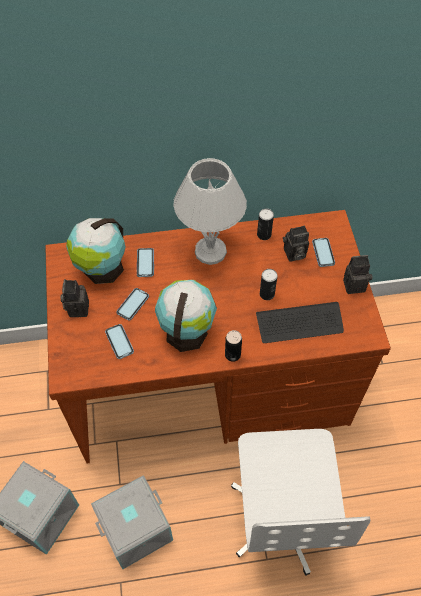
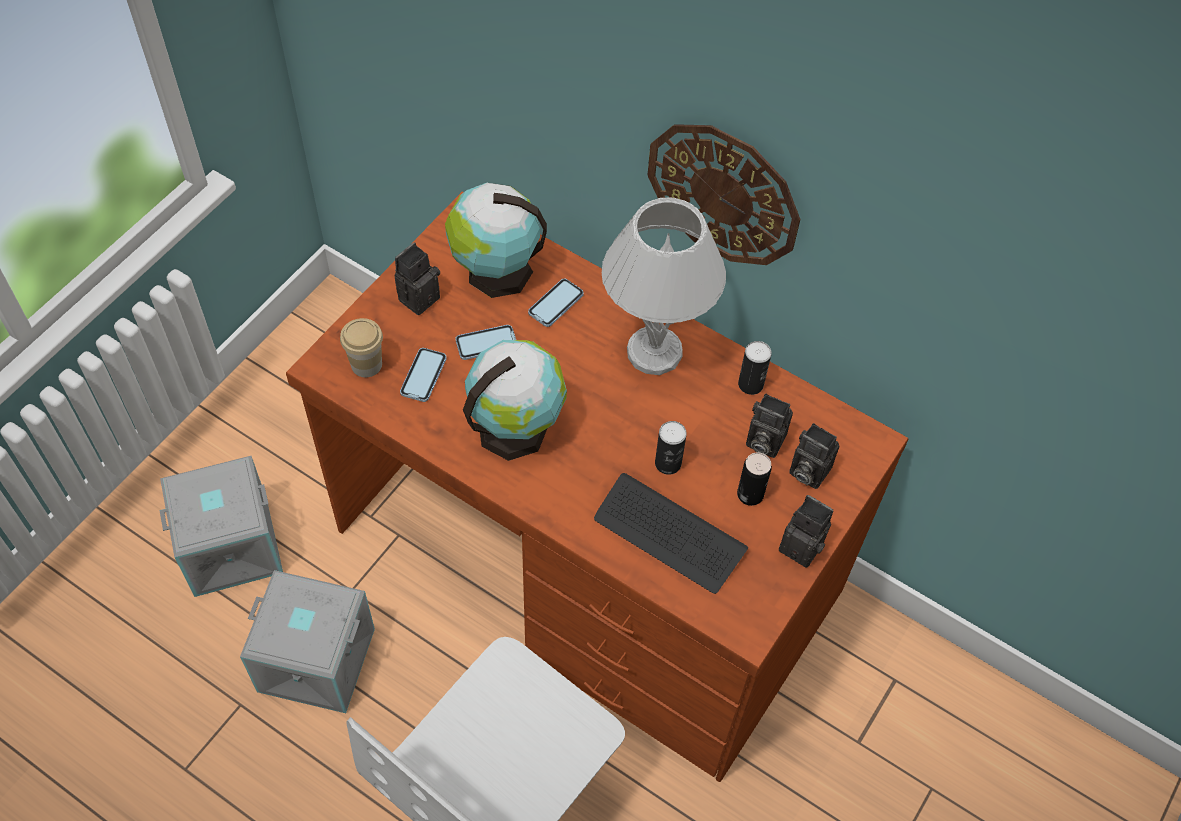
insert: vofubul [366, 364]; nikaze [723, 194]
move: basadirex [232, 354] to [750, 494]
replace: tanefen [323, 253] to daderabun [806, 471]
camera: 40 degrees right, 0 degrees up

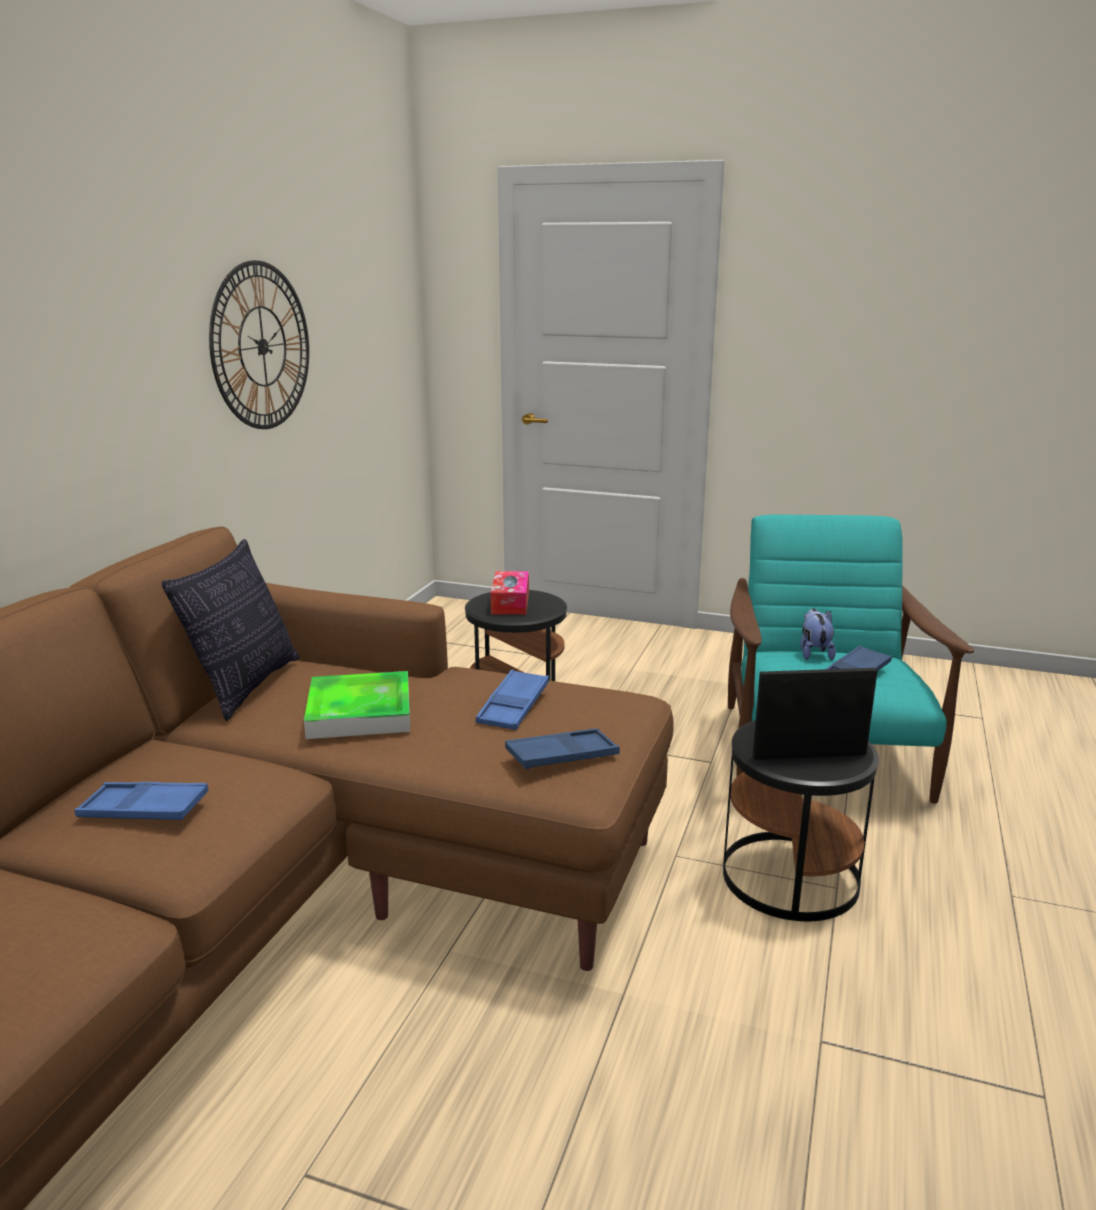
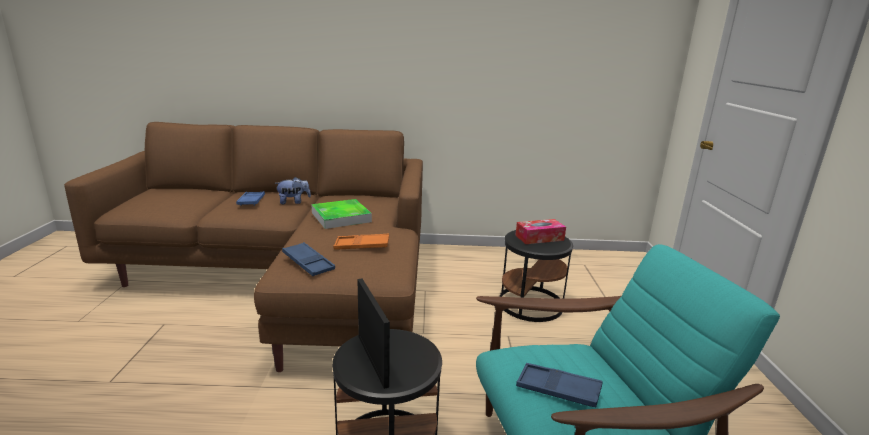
delete: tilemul [246, 686]; nikaze [262, 346]
move: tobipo [814, 653] to [293, 202]
recolor: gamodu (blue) [513, 706] to gamodu (orange) [362, 246]
camera: 70 degrees right, 0 degrees up

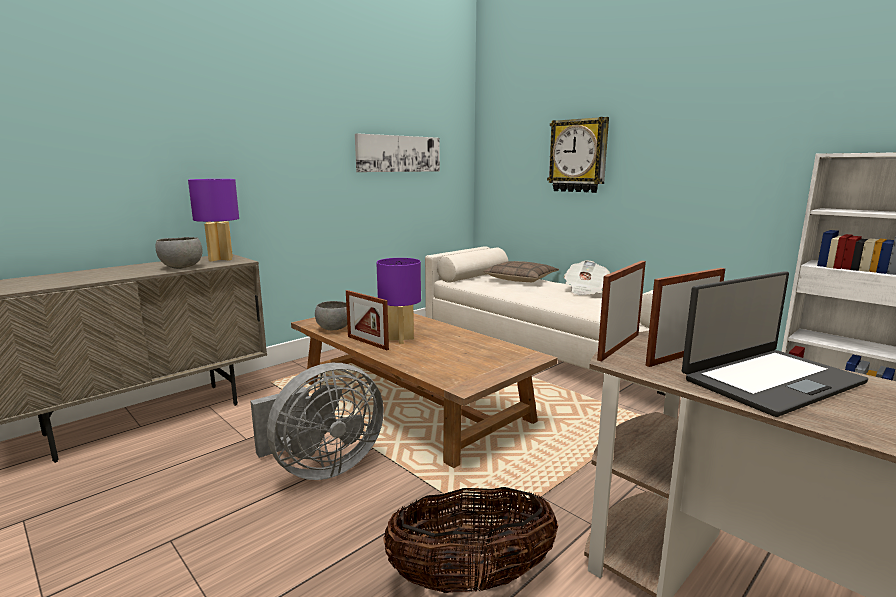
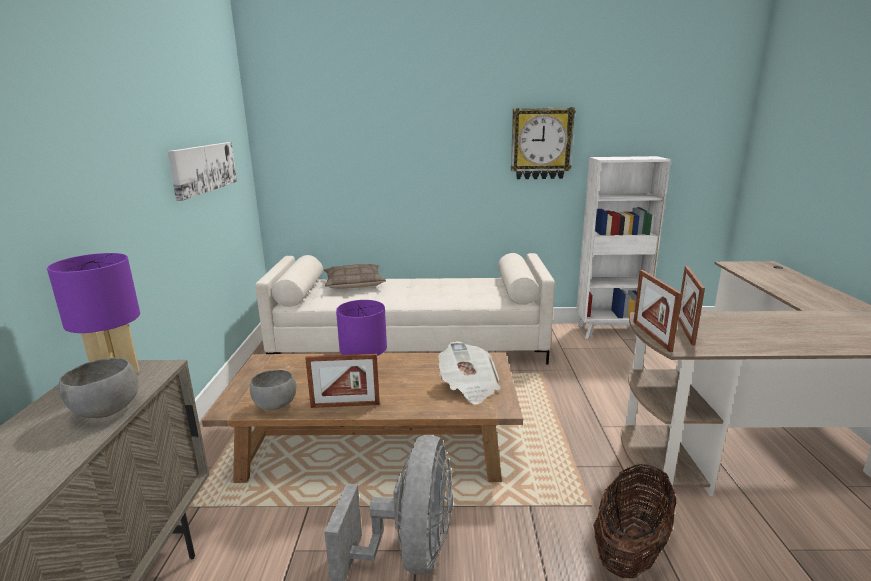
delete: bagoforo [770, 380]
move: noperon [585, 290] to [469, 387]; nikaze [578, 156] to [541, 144]
camera: 45 degrees left, 5 degrees up

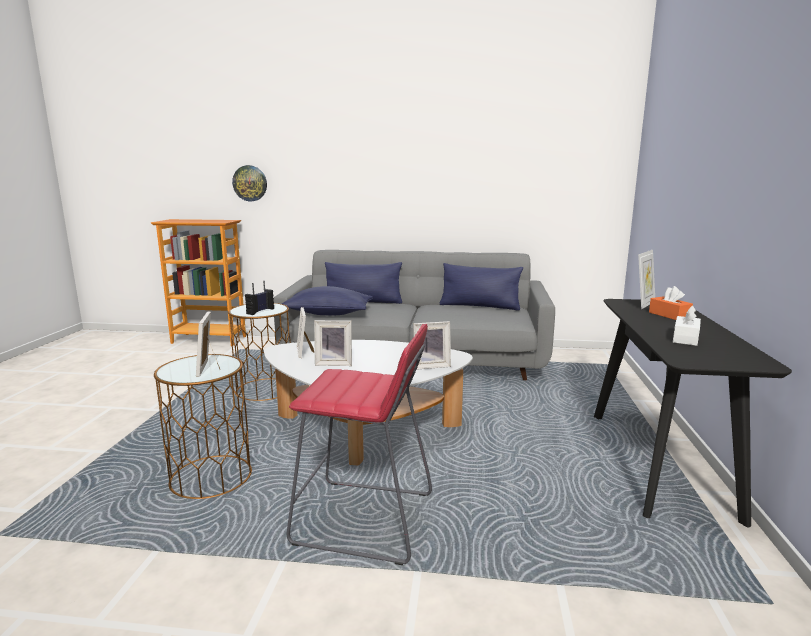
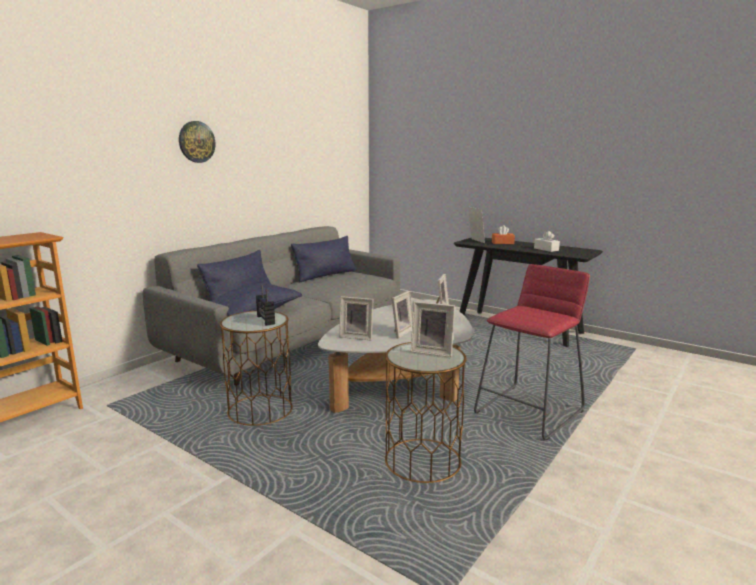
move: nikaze [250, 183] to [196, 142]
camera: 60 degrees left, 0 degrees up

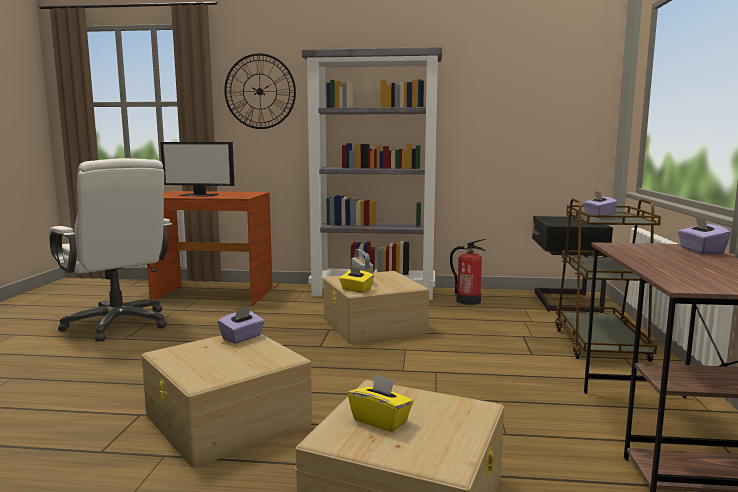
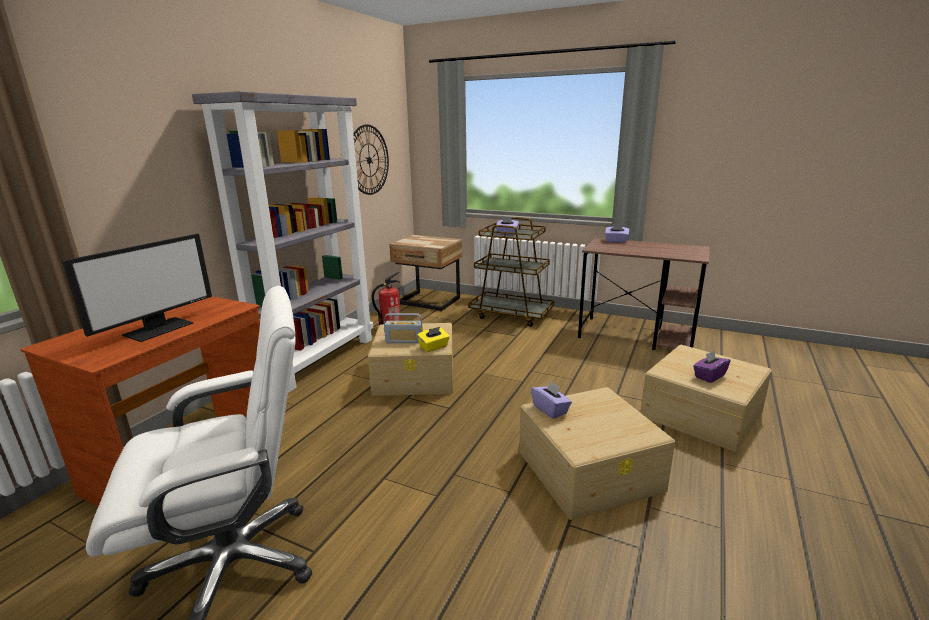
move: nikaze [260, 91] to [369, 160]
recolor: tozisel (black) [564, 303] to tozisel (beige) [428, 302]; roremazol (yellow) [380, 421] to roremazol (purple) [709, 376]
camera: 70 degrees left, 10 degrees up

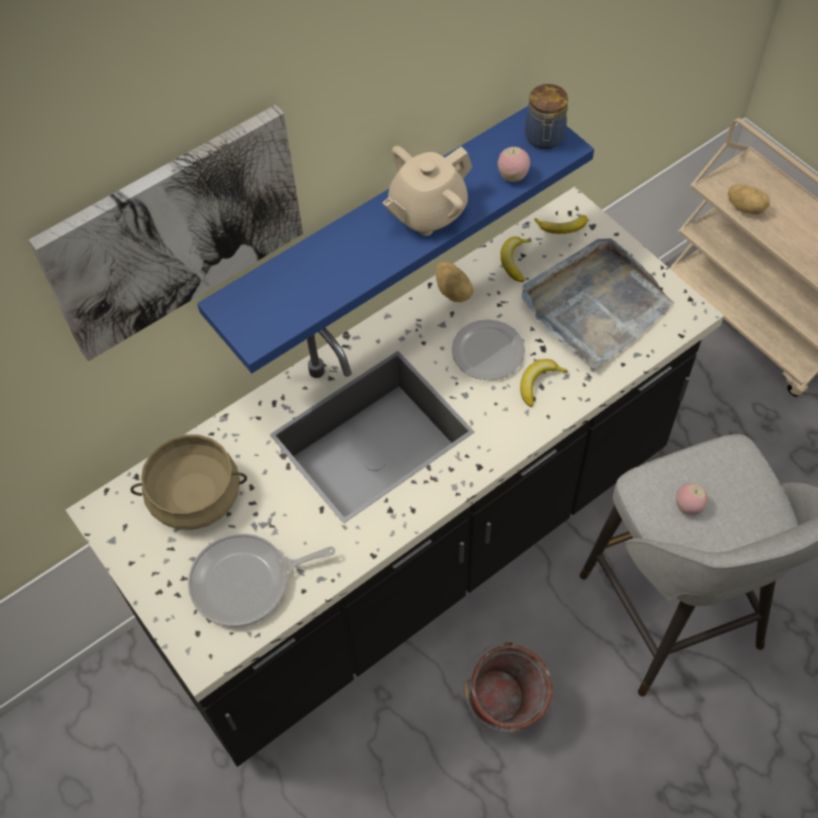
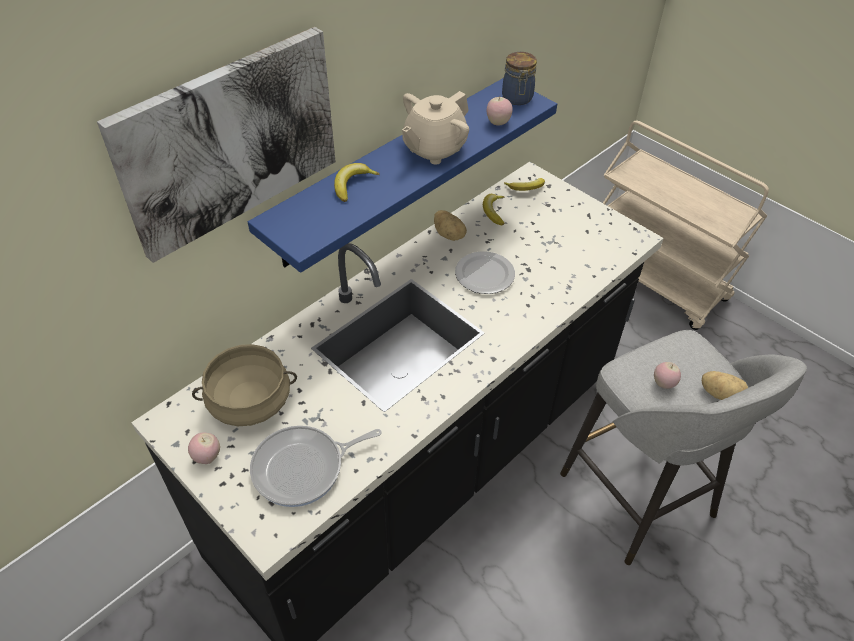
delete: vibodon [503, 711]; gamodu (grey) [595, 306]
insert: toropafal [207, 457]
move: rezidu [538, 383] to [352, 185]; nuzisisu [746, 207] to [720, 393]
camera: 10 degrees left, 10 degrees down

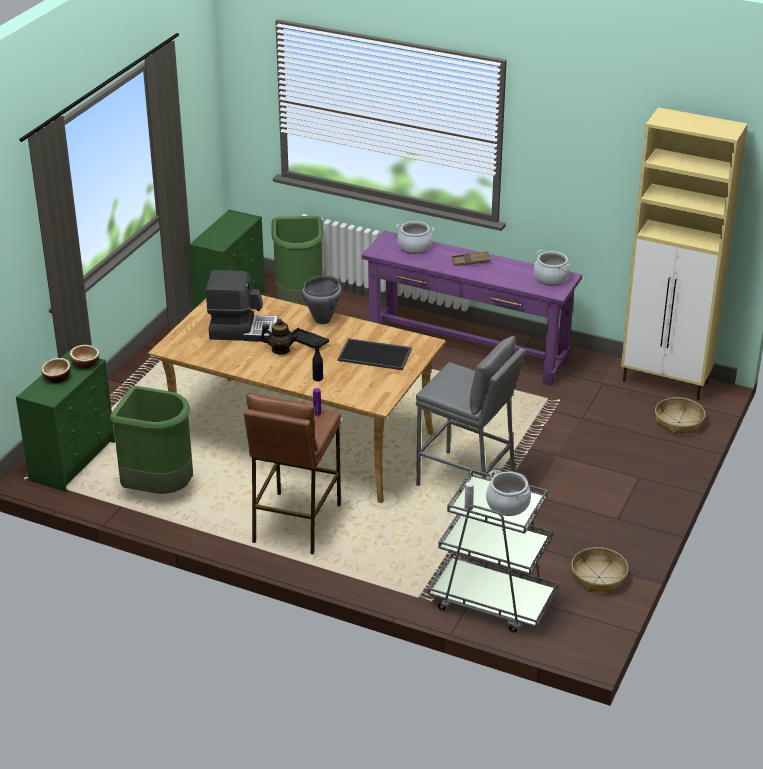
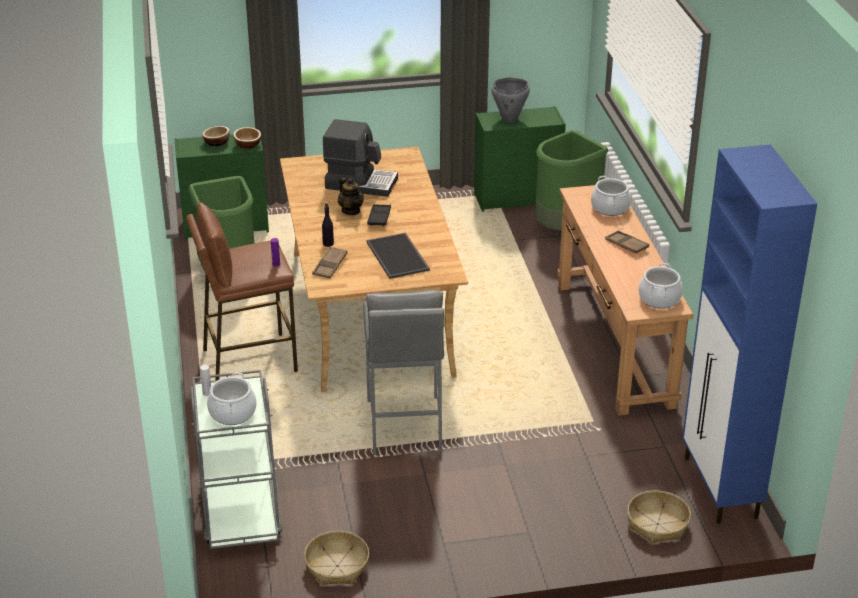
insert: gamodu (brown) [330, 265]
move: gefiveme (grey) [323, 320] to [510, 119]
recolor: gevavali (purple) [467, 350] to gevavali (brown) [614, 343]; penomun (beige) [666, 382] to penomun (blue) [720, 488]
rotate: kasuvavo [243, 330] = [361, 183] 45 degrees counterclockwise
camera: 55 degrees right, 0 degrees up

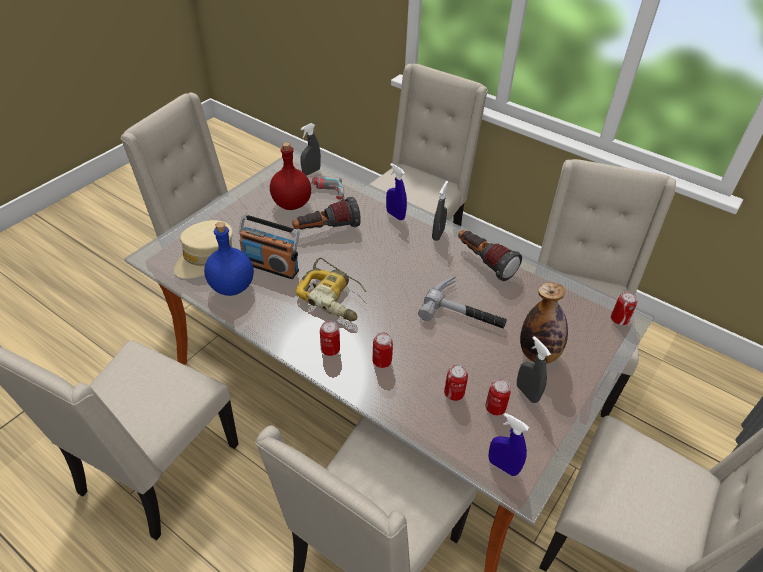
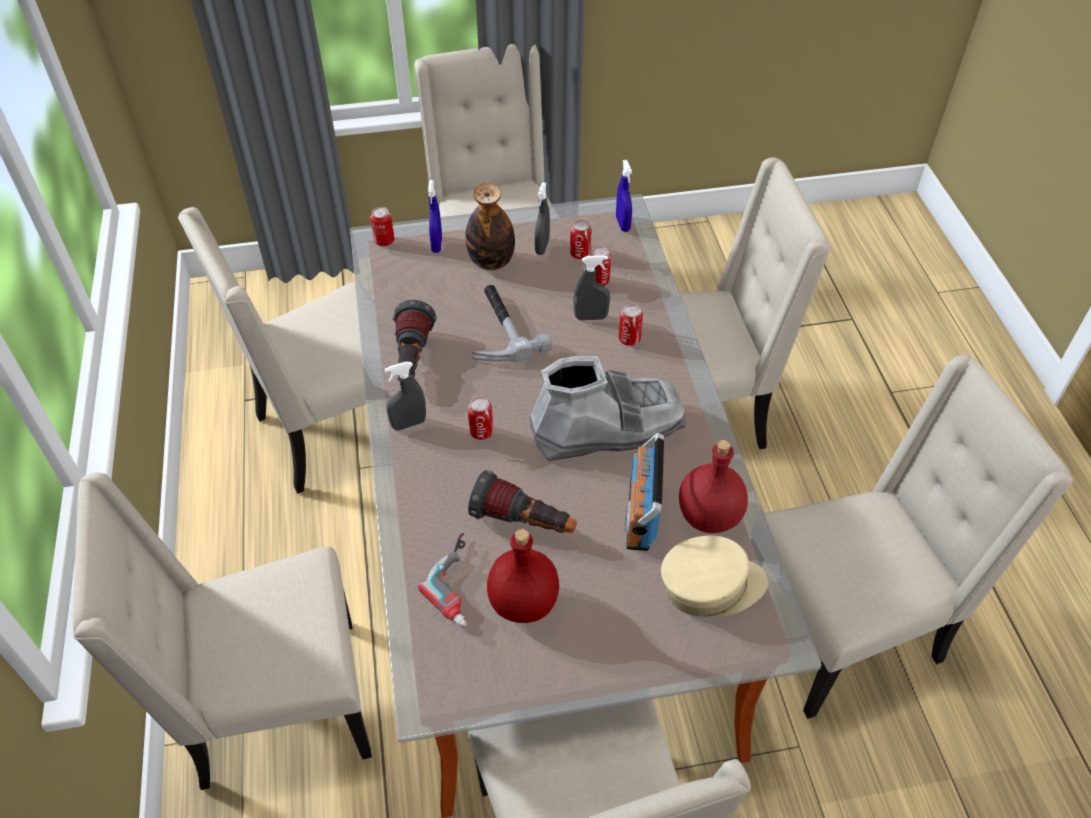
move: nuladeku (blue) [395, 215] to [437, 244]; basadirex [330, 349] to [481, 432]; nuladeku (grey) [311, 172] to [591, 317]
replace: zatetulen [334, 296] to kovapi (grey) [607, 428]
recolor: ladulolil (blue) [233, 286] to ladulolil (red) [707, 516]
rotate: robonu [271, 266] = [641, 514] 150 degrees counterclockwise
camera: 135 degrees left, 5 degrees up

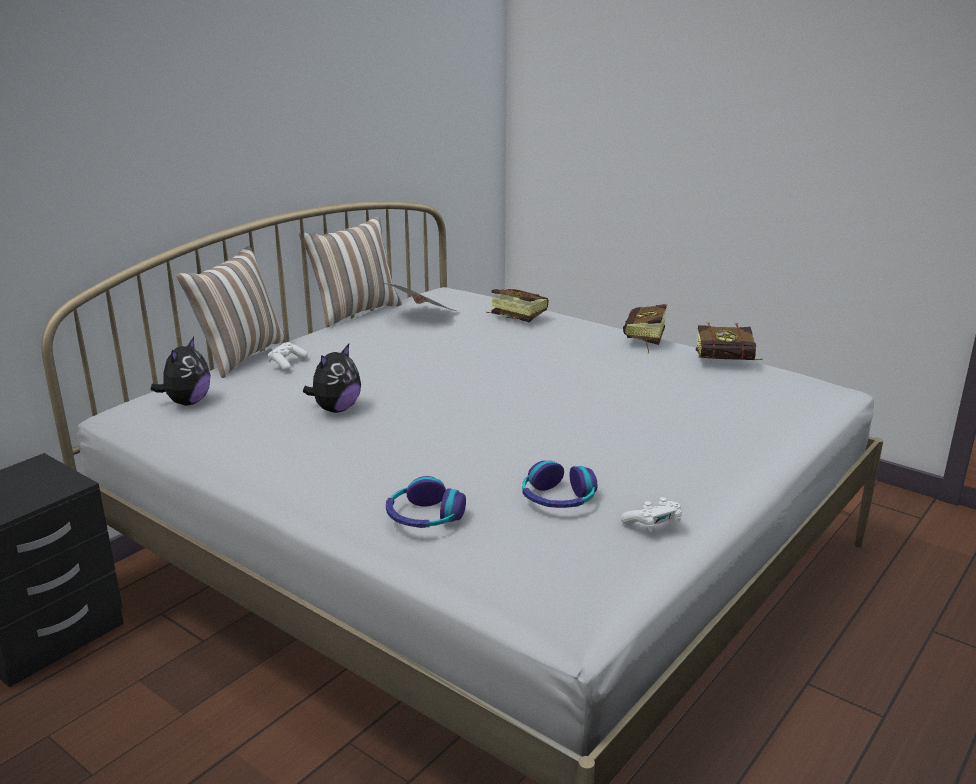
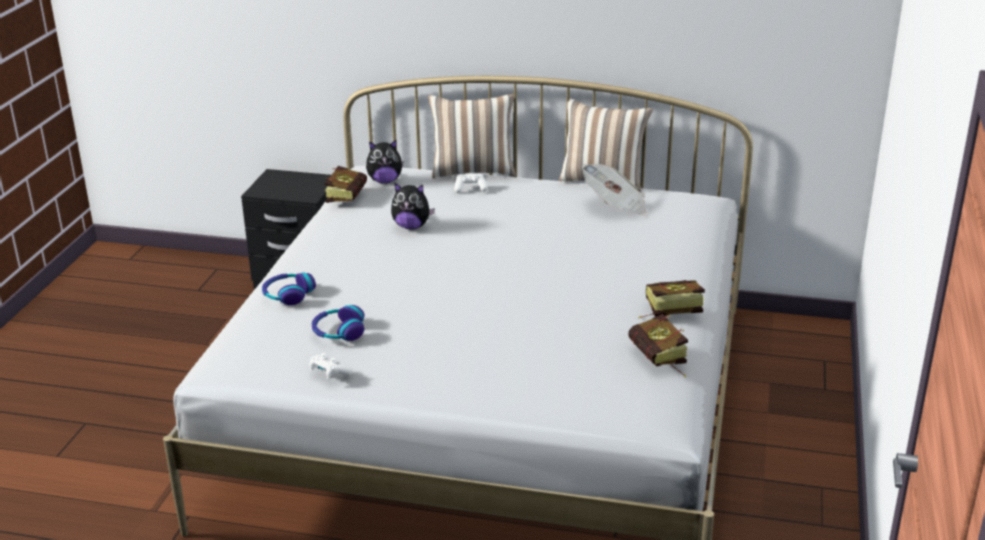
move: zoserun [514, 316] to [348, 196]
camera: 65 degrees right, 5 degrees up

